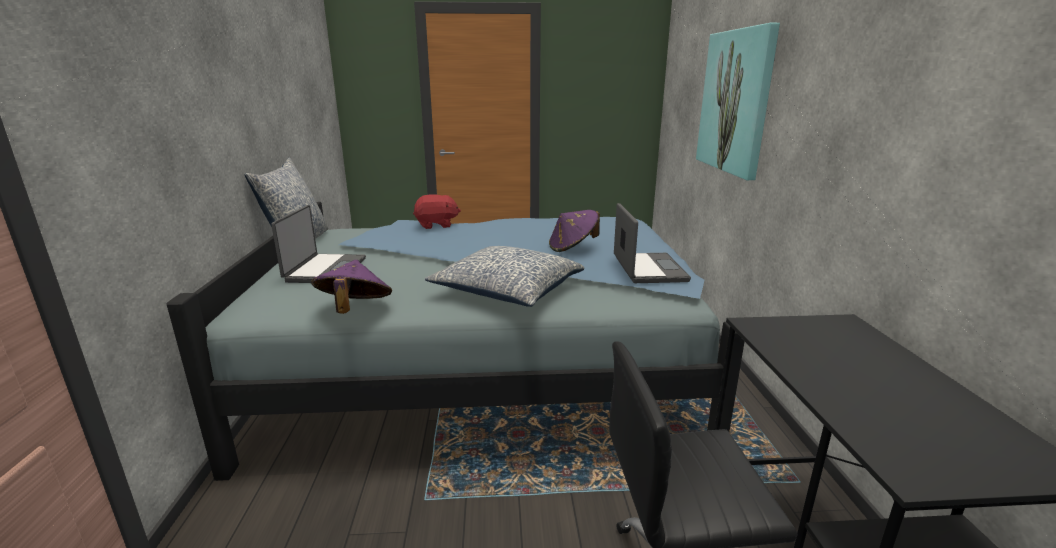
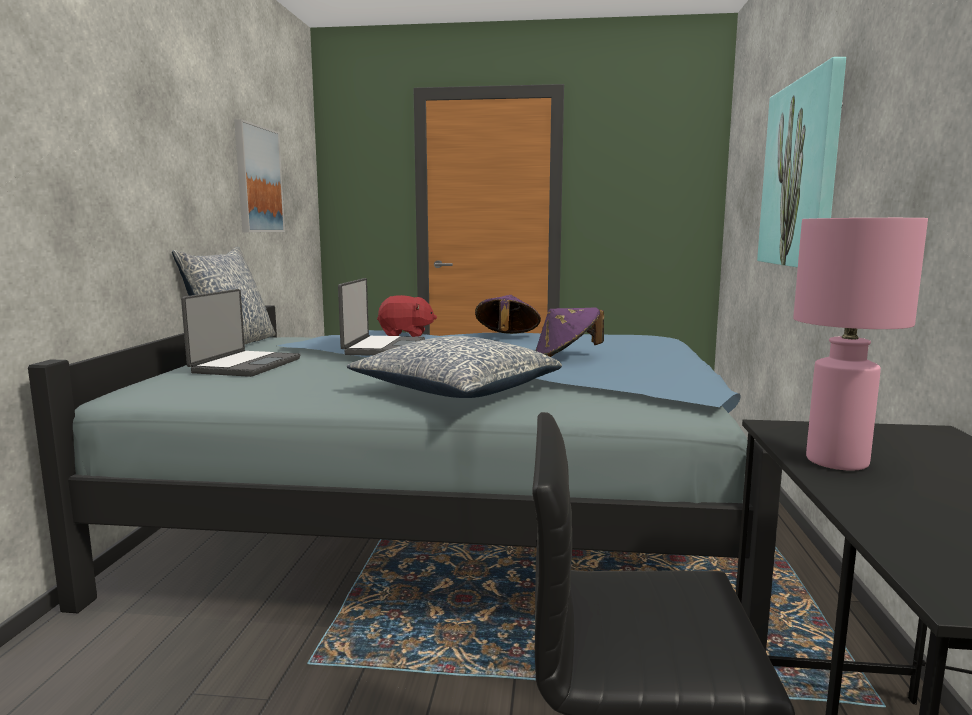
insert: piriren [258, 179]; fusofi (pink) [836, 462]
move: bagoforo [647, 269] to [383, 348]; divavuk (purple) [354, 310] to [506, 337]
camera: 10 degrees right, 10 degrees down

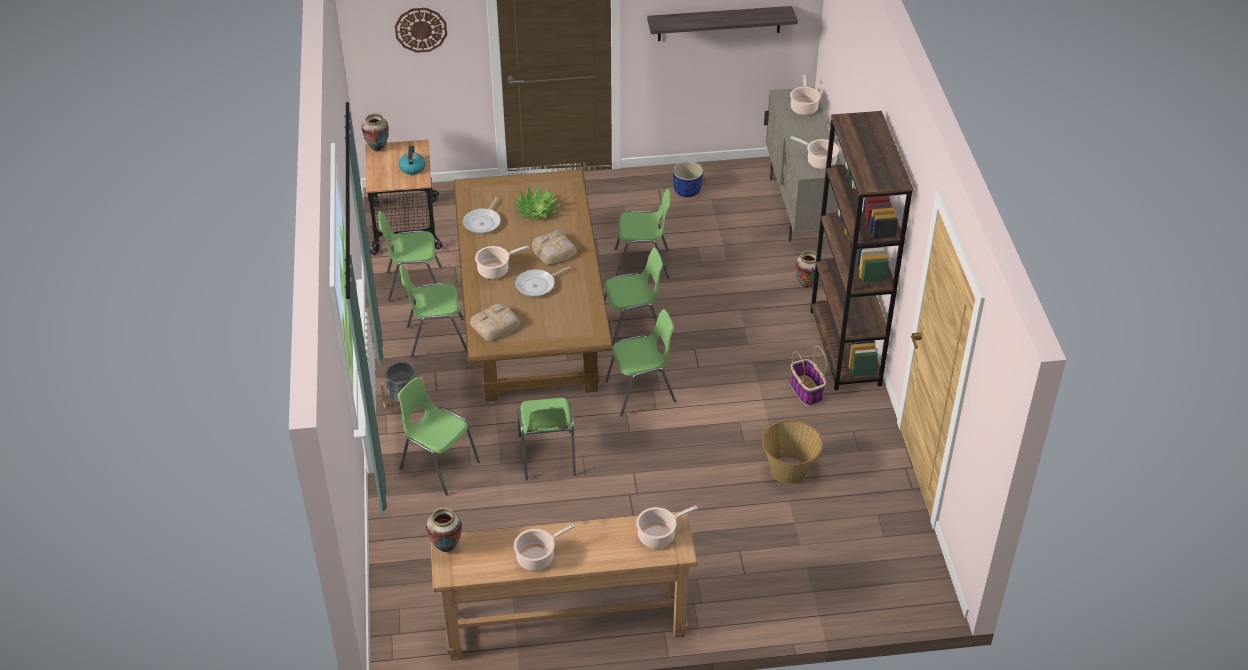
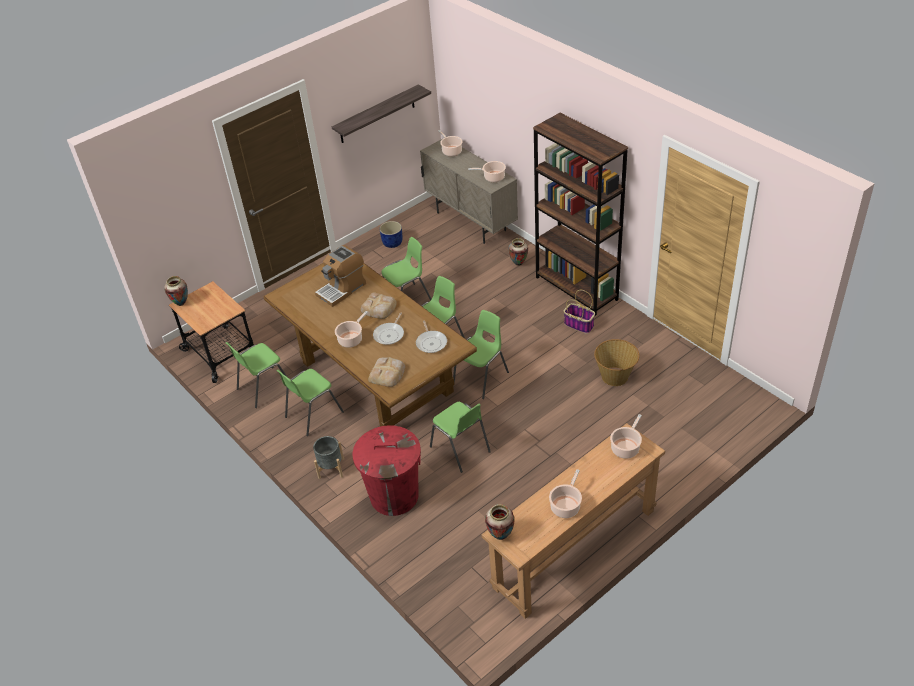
delete: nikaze [421, 29]; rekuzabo [412, 168]
move: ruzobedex [483, 222] to [431, 342]
replace: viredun [536, 211] to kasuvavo [342, 289]; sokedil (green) [439, 465] to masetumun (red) [394, 496]
camera: 30 degrees left, 0 degrees up

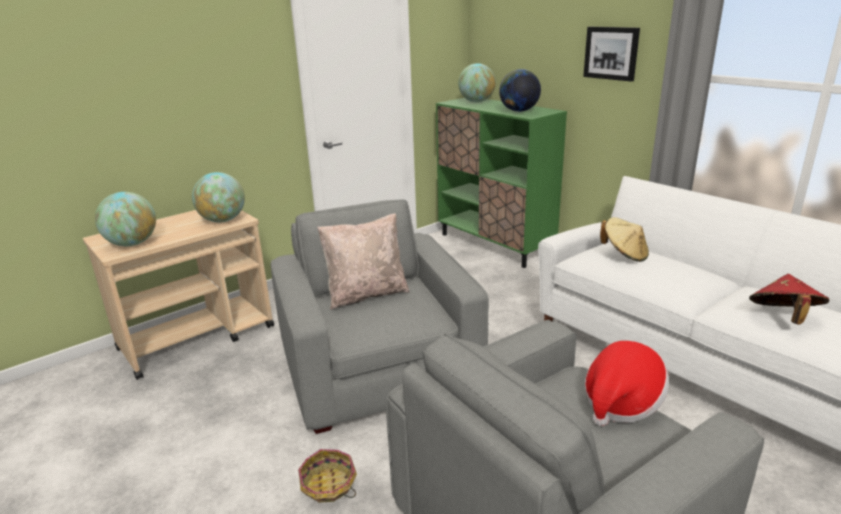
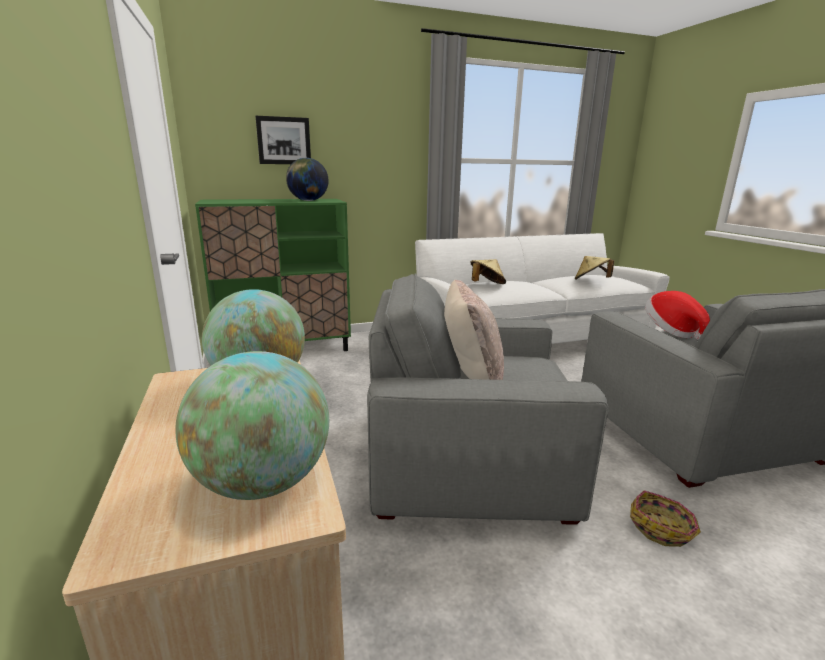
delete: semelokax [476, 102]
move: piriren [611, 53] to [284, 141]
recolor: divavuk (red) [783, 318] to divavuk (beige) [591, 281]
camera: 70 degrees left, 5 degrees down

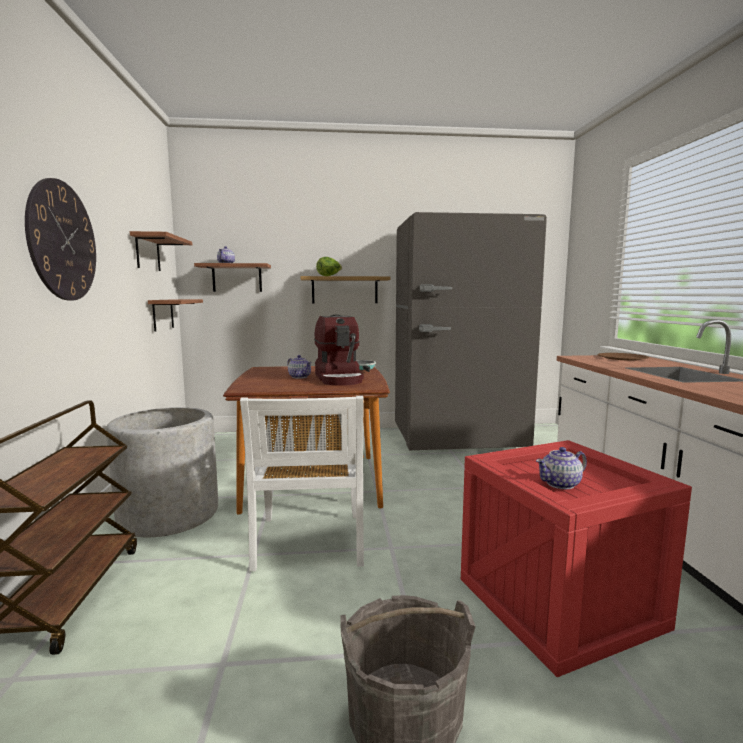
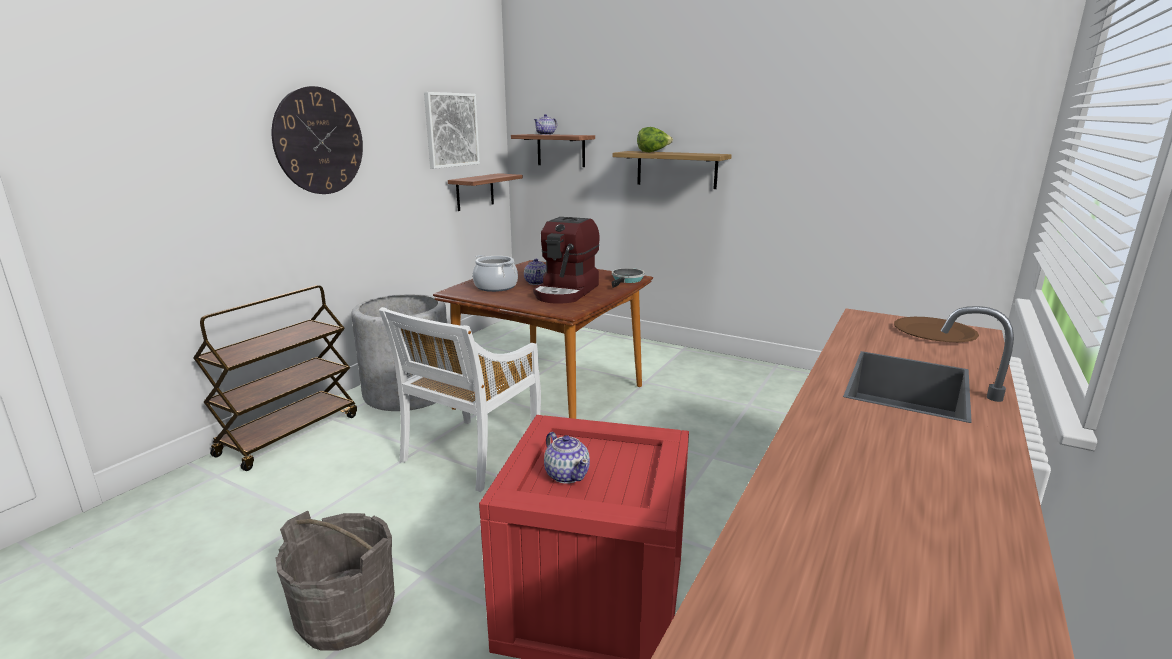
delete: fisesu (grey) [458, 440]
insert: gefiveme [496, 287]
replace: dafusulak [148, 253] to piriren [451, 130]
rotate: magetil [561, 484] = [567, 474] 135 degrees counterclockwise
camera: 35 degrees right, 10 degrees up

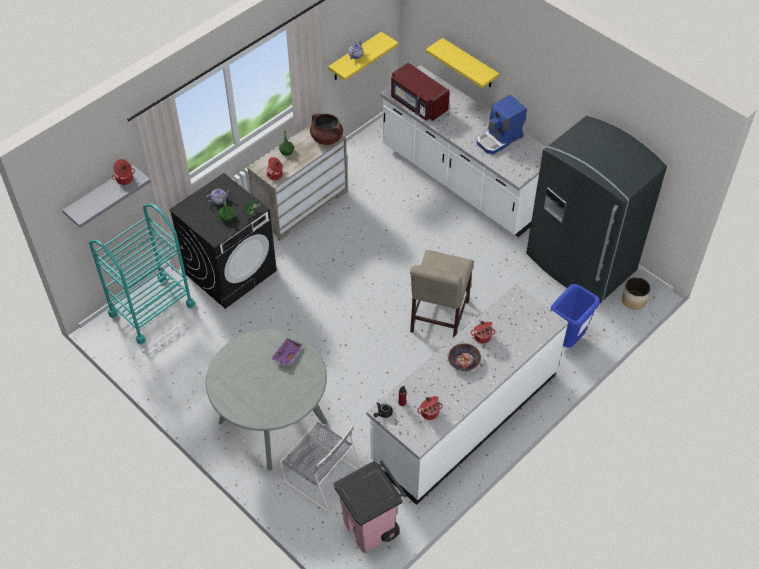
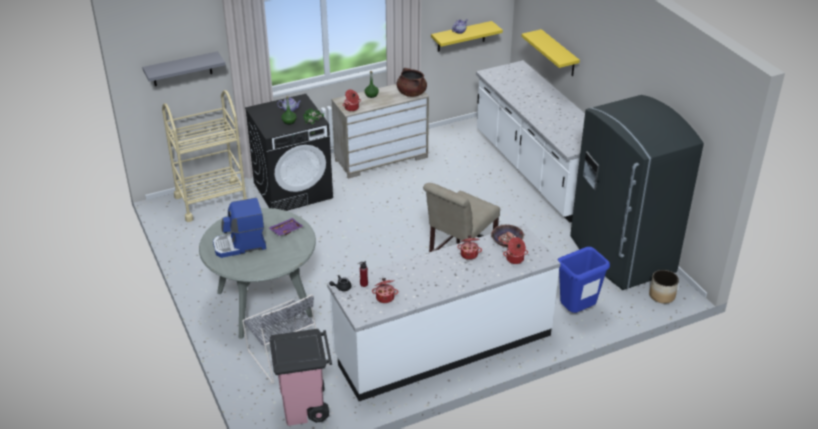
delete: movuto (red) [418, 104]
move: kasuvavo [499, 139] to [240, 245]; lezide [463, 361] to [507, 240]; gefiveme [125, 179] to [515, 259]
recolor: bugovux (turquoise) [151, 309] to bugovux (beige) [211, 201]
camera: 20 degrees right, 15 degrees down

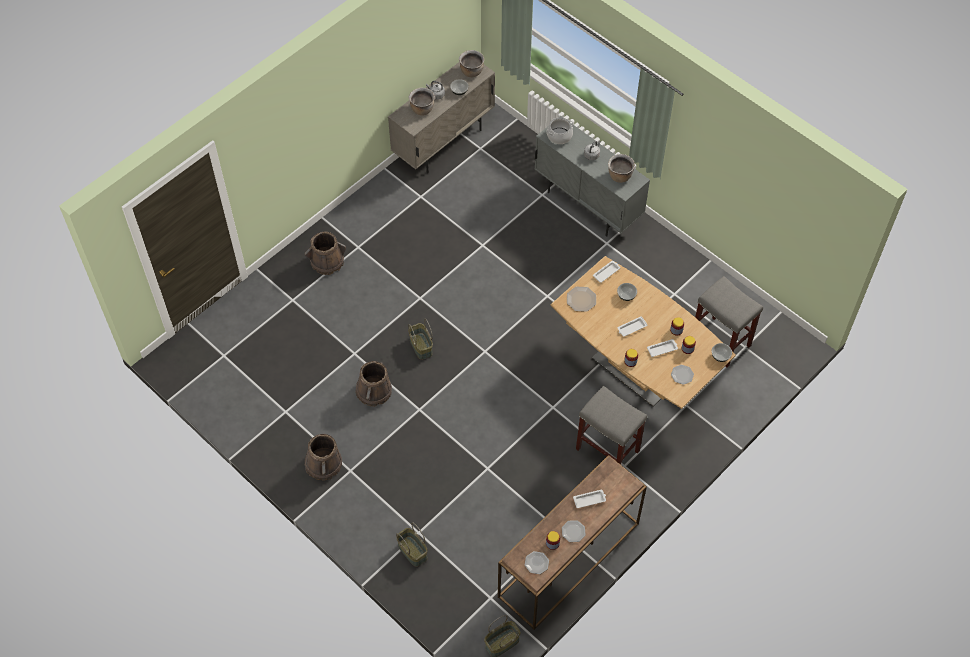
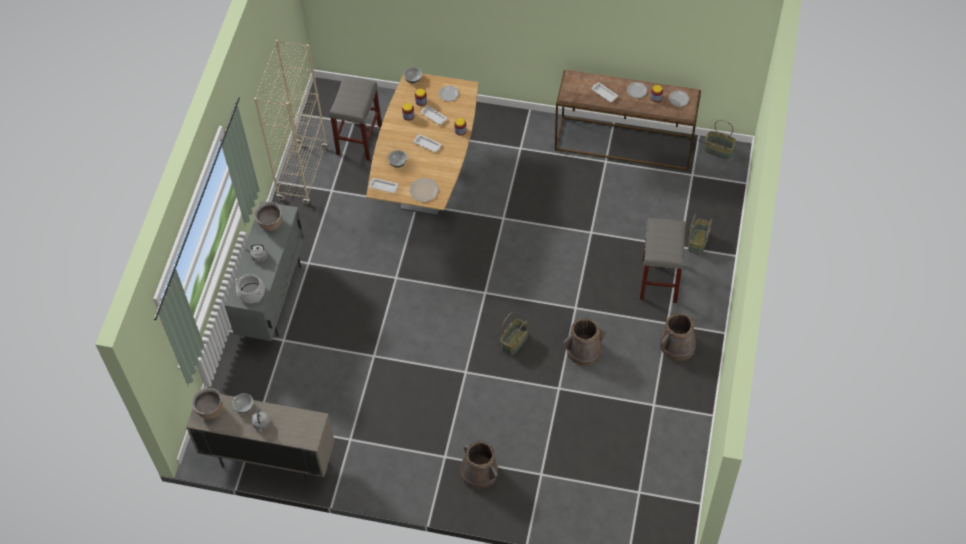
delete: gefiveme (brown) [422, 109]
insert: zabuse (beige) [303, 173]
move: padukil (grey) [606, 450] to [659, 281]
camera: 120 degrees left, 0 degrees up

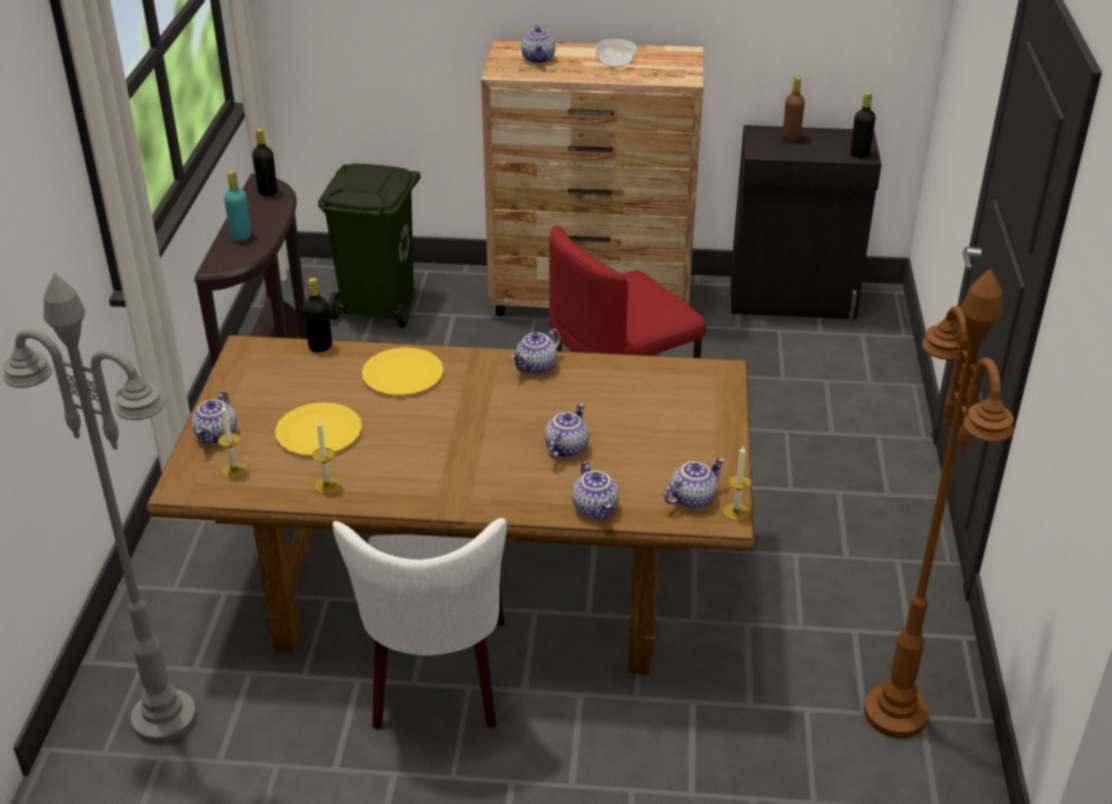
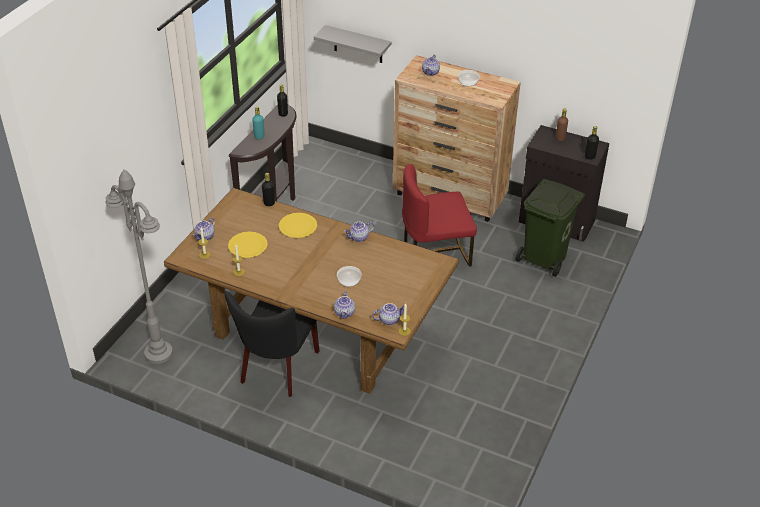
delete: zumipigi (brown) [896, 714]
insert: dafusulak (grey) [358, 44]
move: masetumun (green) [379, 306] to [545, 258]
replace: magetil [565, 448] to lezide [348, 281]
recolor: sokedil (white) [437, 681] to sokedil (black) [276, 370]
camera: 20 degrees right, 5 degrees up

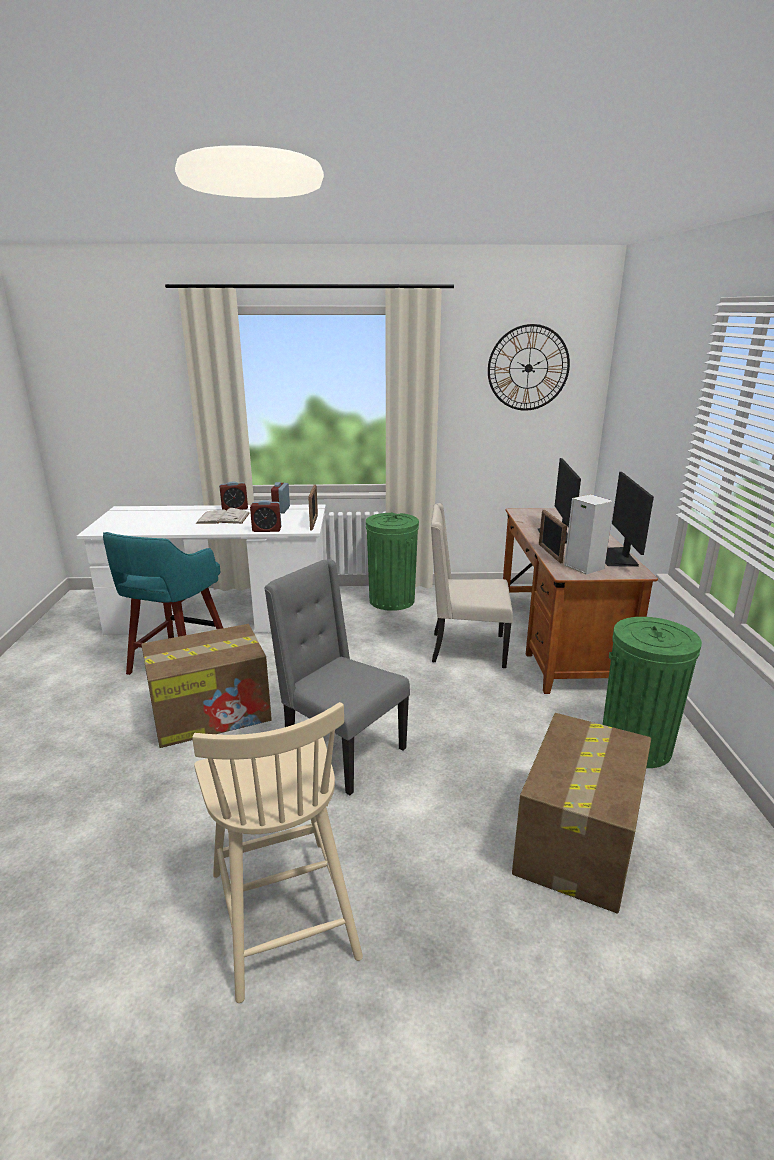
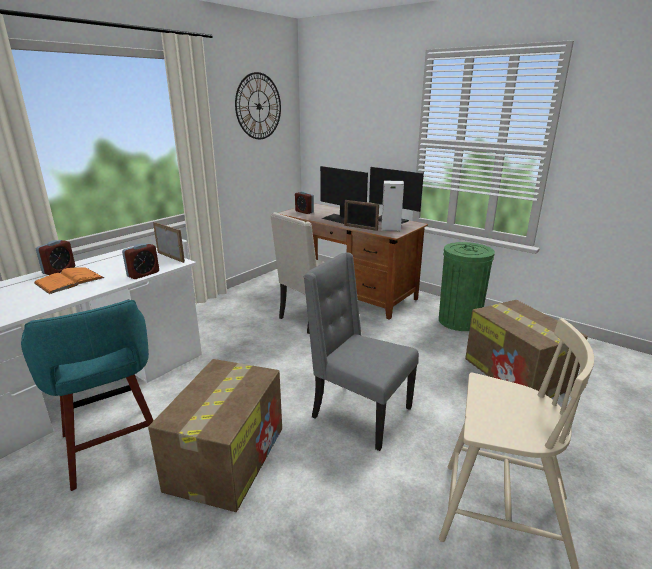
delete: masetumun (green) [392, 600]
move: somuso [281, 510] to [304, 212]
recolor: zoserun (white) [223, 518] to zoserun (orange) [69, 280]
rotate: sokedil (grey) [341, 751] = [359, 413] 45 degrees clockwise
camera: 50 degrees left, 0 degrees up

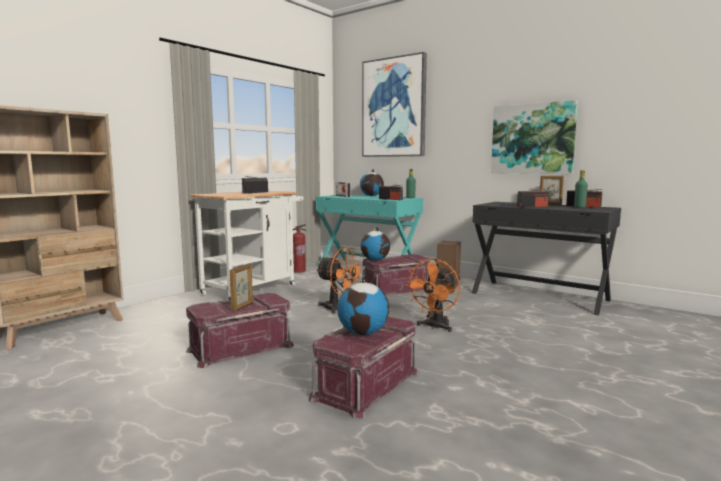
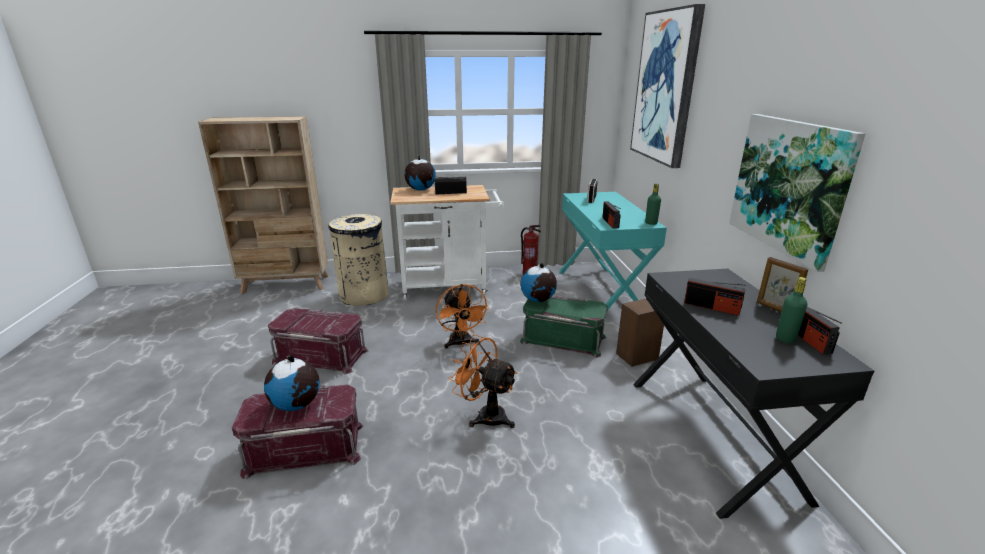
delete: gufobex [242, 307]
insert: masetumun (beige) [364, 295]
move: semelokax [371, 196] to [420, 190]
recolor: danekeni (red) [395, 289] to danekeni (green) [563, 339]
rotate: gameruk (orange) [435, 327] = [485, 415] 45 degrees clockwise
camera: 45 degrees right, 15 degrees up

